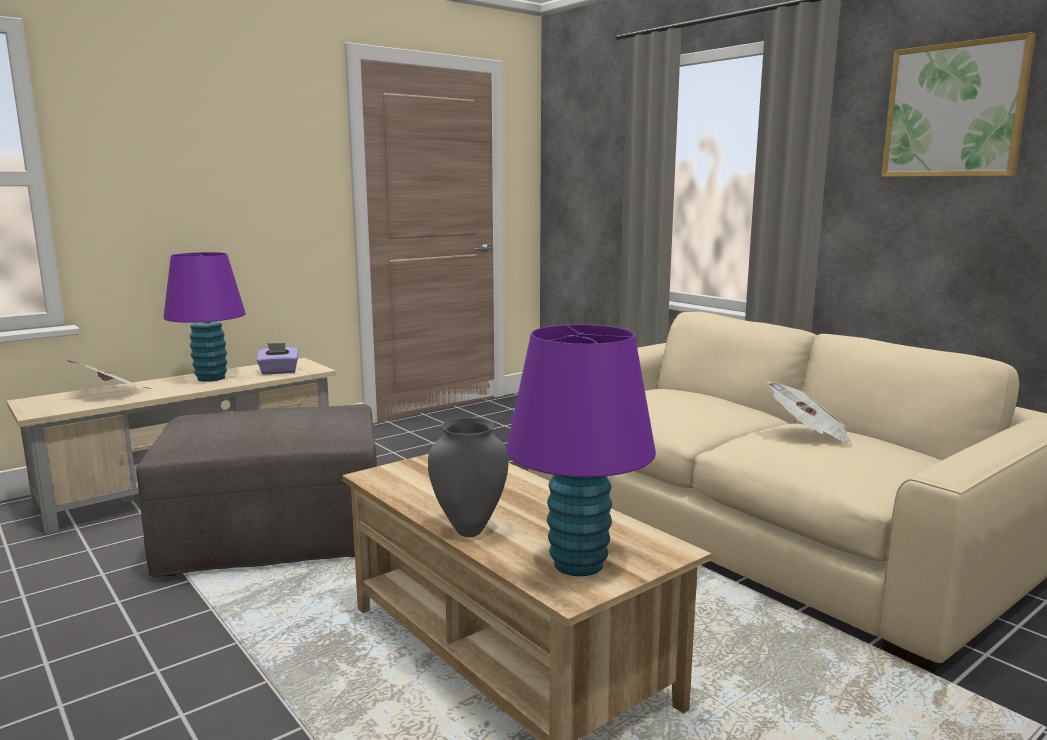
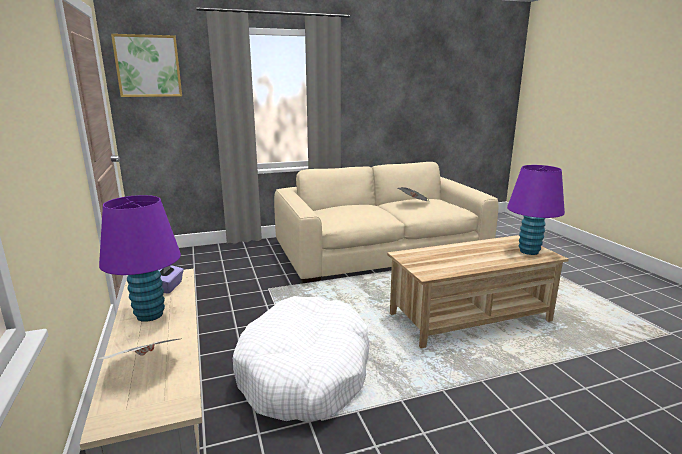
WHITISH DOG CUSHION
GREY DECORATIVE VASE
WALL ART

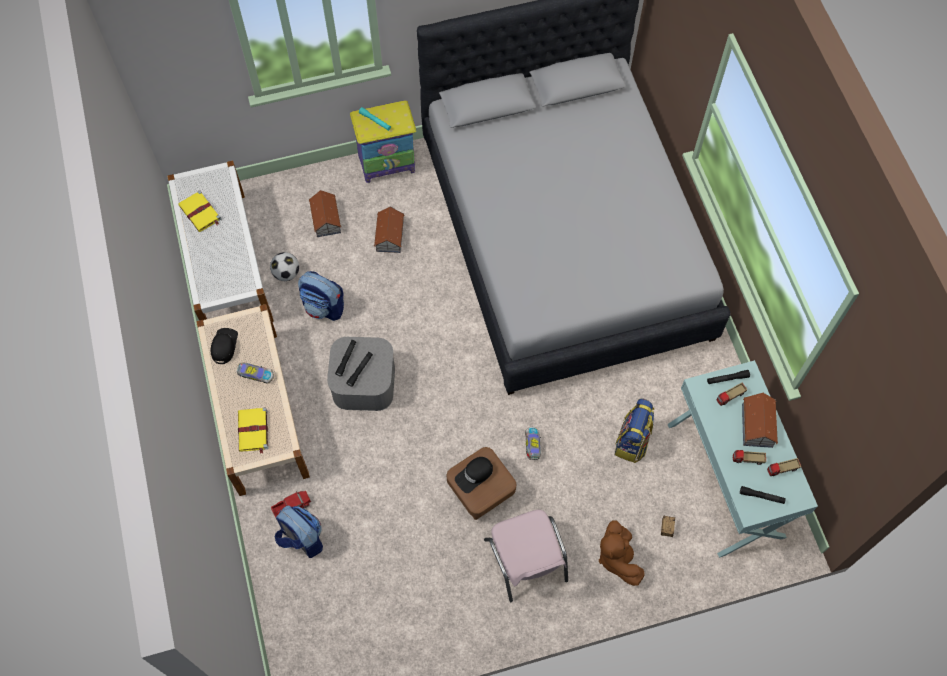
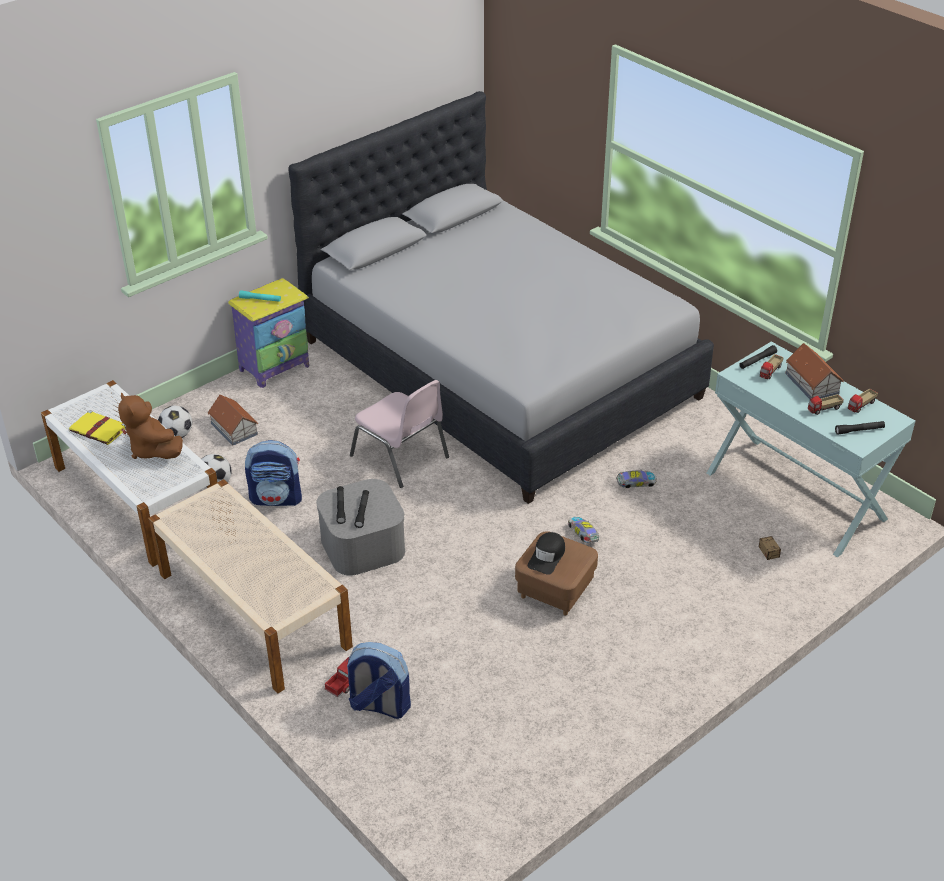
BLACK-COLOURED BASEBALL CAP (no. 1 from left in the first image)
TOY CAR (no. 2 from left)
YELLOWISH BOOK (no. 2 from left in the first image)
MODEL HOUSE (no. 2 from left in the first image)
PINKISH CHAIR
BROWN-COLOURED CUDDLY TOY
KNAPSACK (no. 3 from left in the first image)
FOOTBALL (no. 1 from left)

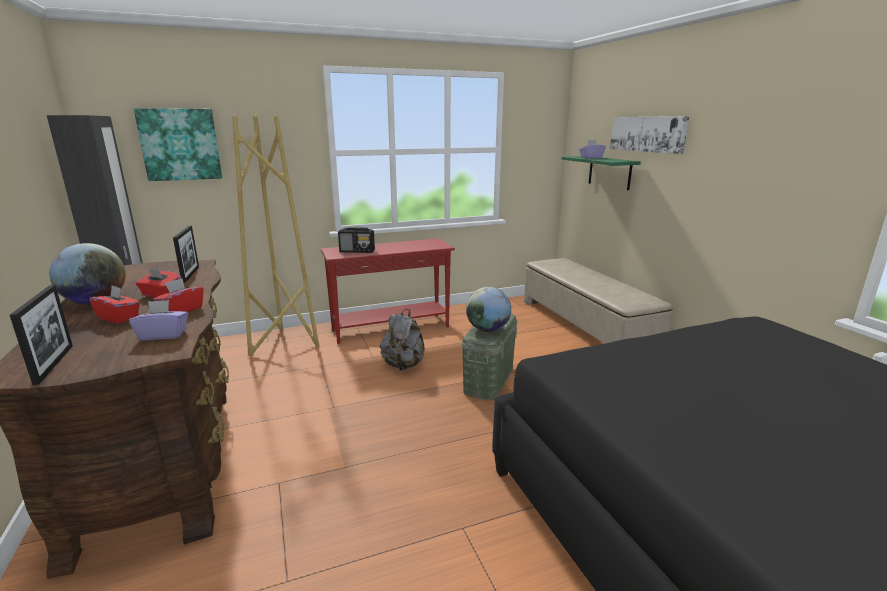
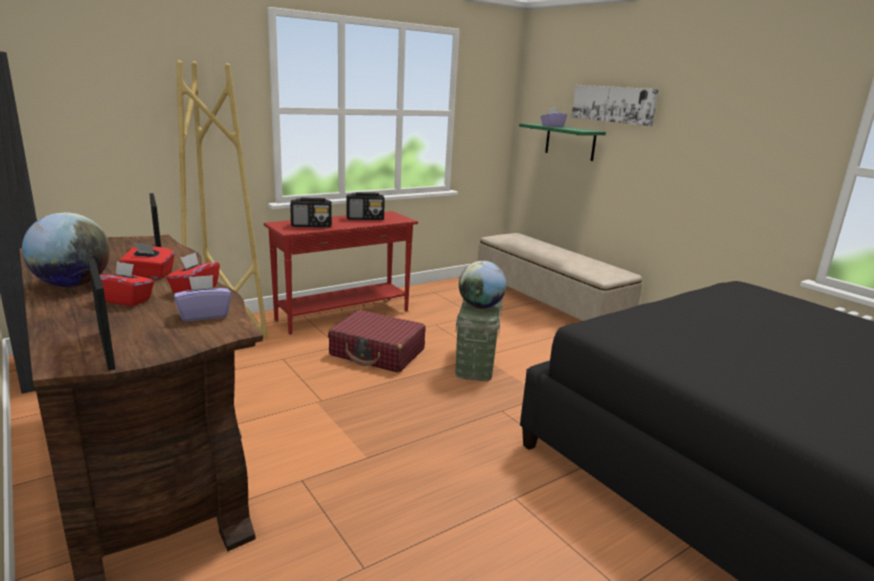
WALL ART (no. 1 from left in the first image)
REDDISH PIECE OF LUGGAGE
RADIO SET (no. 2 from left)

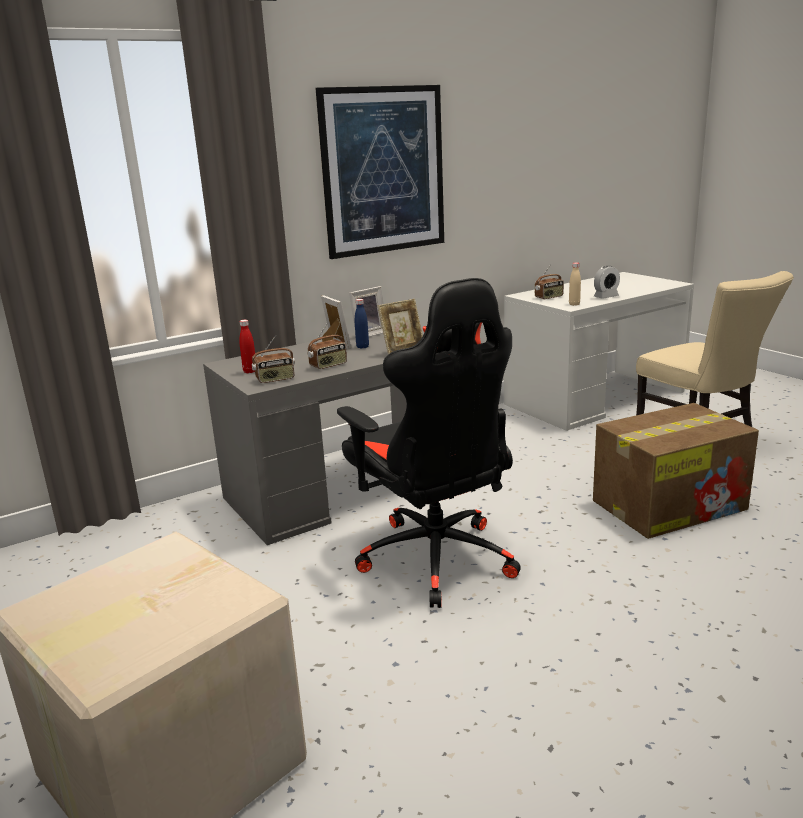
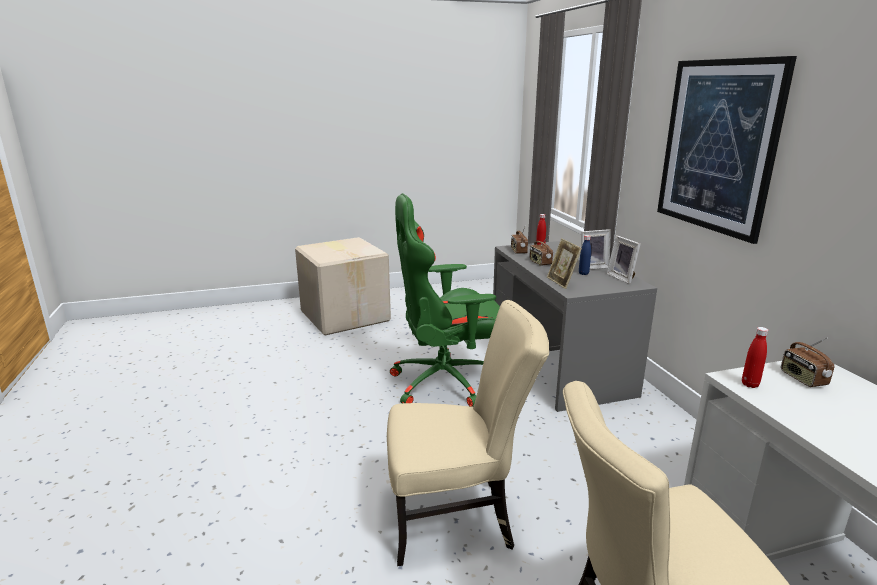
GREEN COMPUTER CHAIR
REDDISH BOTTLE (no. 2 from left)
BEIGE CHAIR (no. 1 from left)
BEDSIDE CLOCK

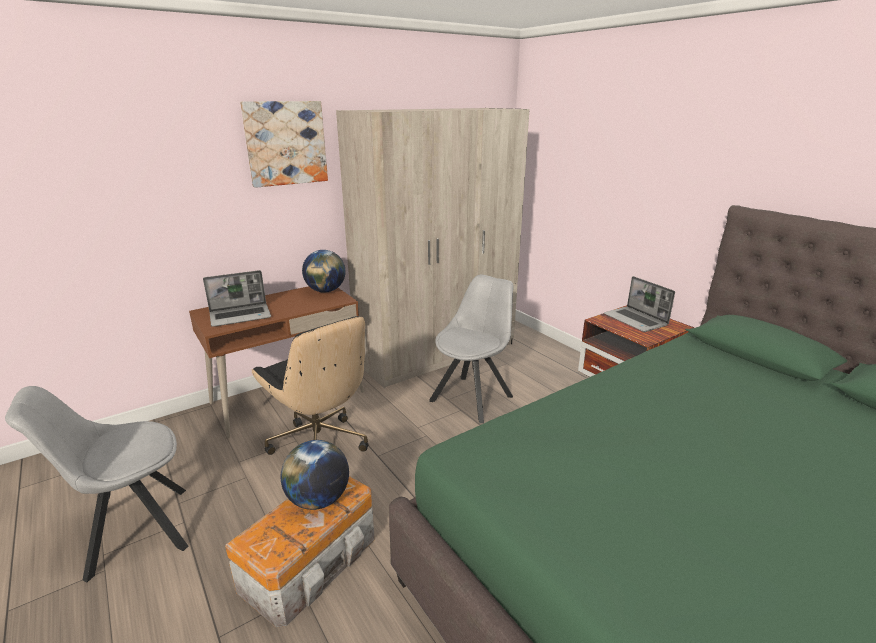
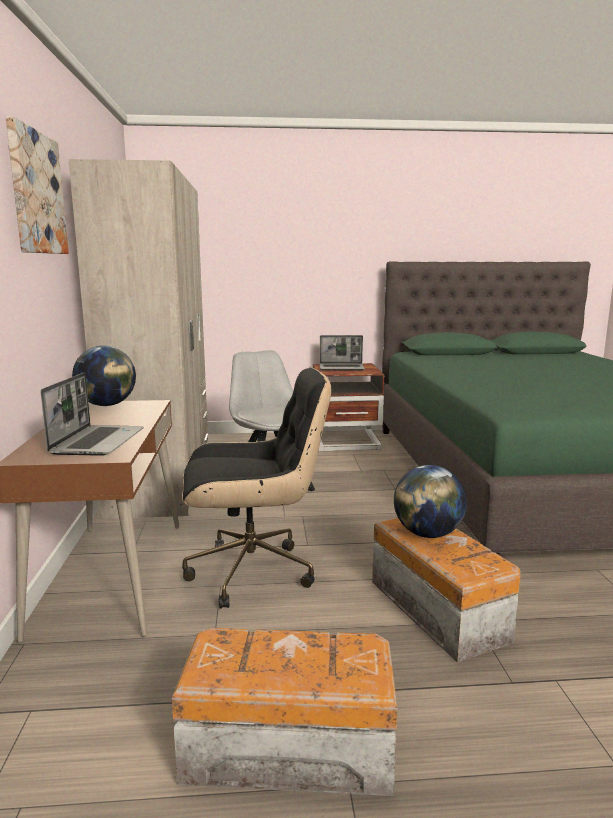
STORAGE BOX (no. 1 from left)

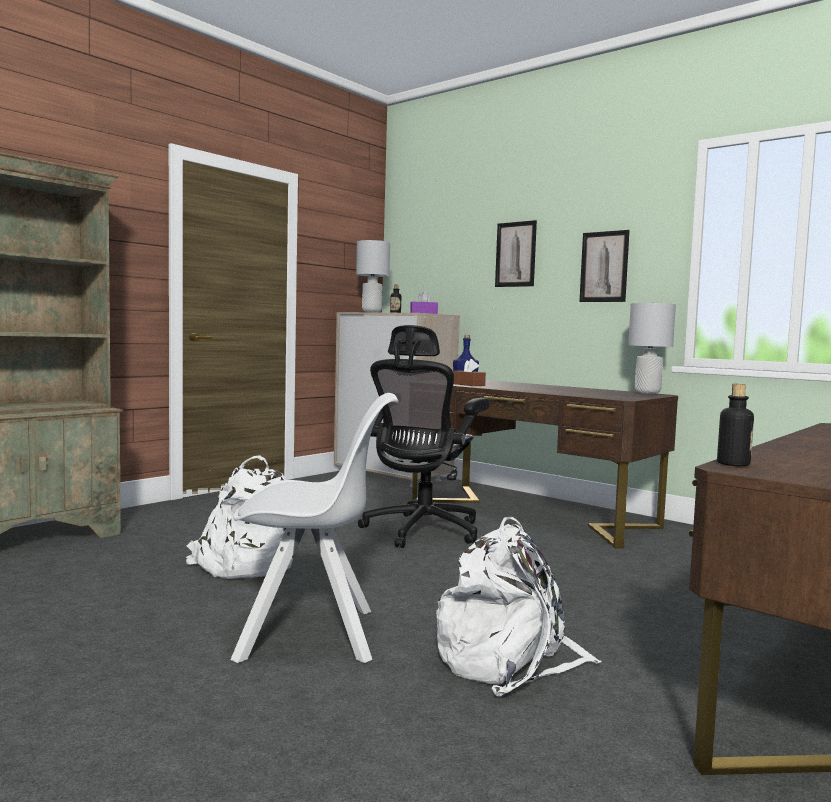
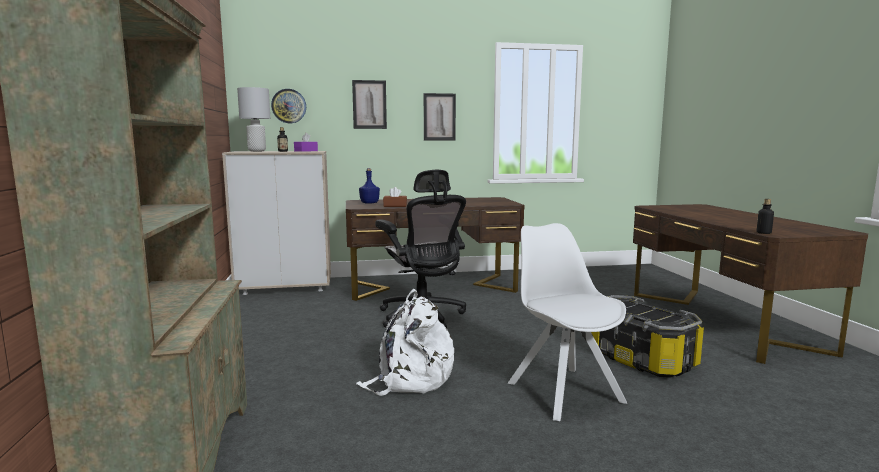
WHITISH CHAIR
STORAGE BOX
GREY LAMP FOR A TABLE (no. 2 from left in the first image)
WALL CLOCK

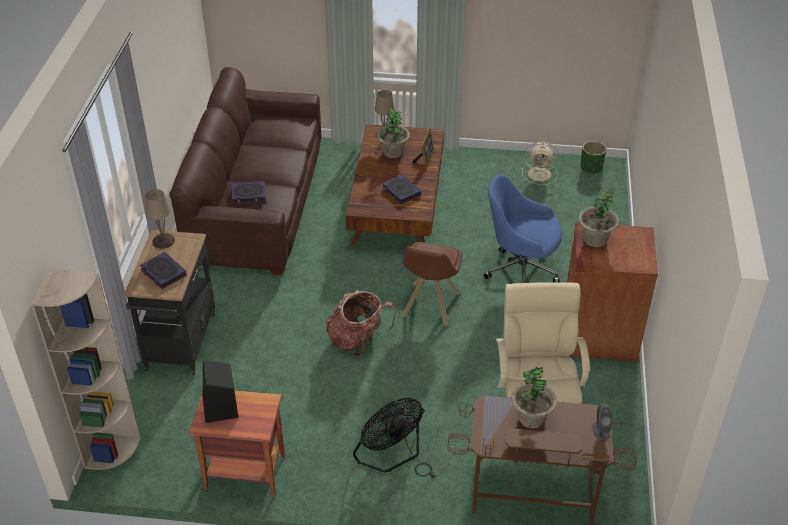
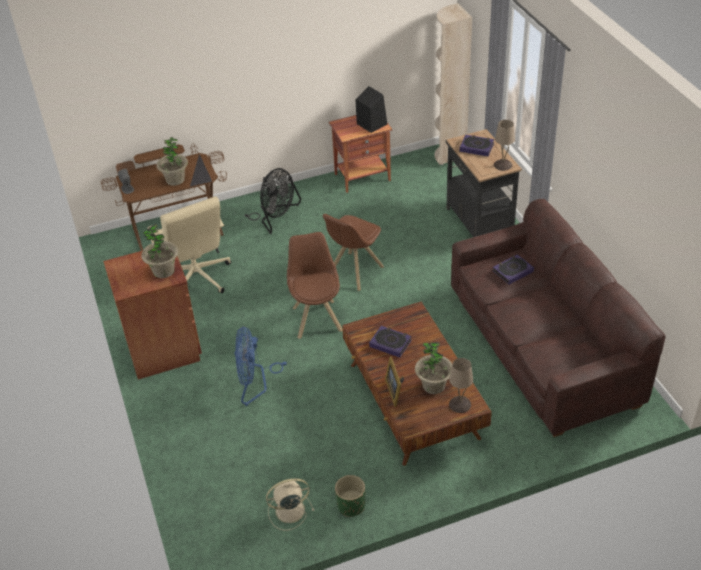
BROWN-COLOURED CHAIR (no. 2 from left)
BLUISH COOLING FAN
GREEN FLOWER POT

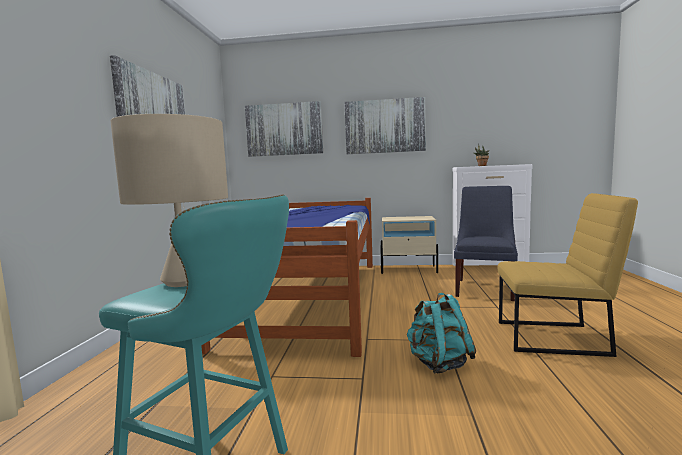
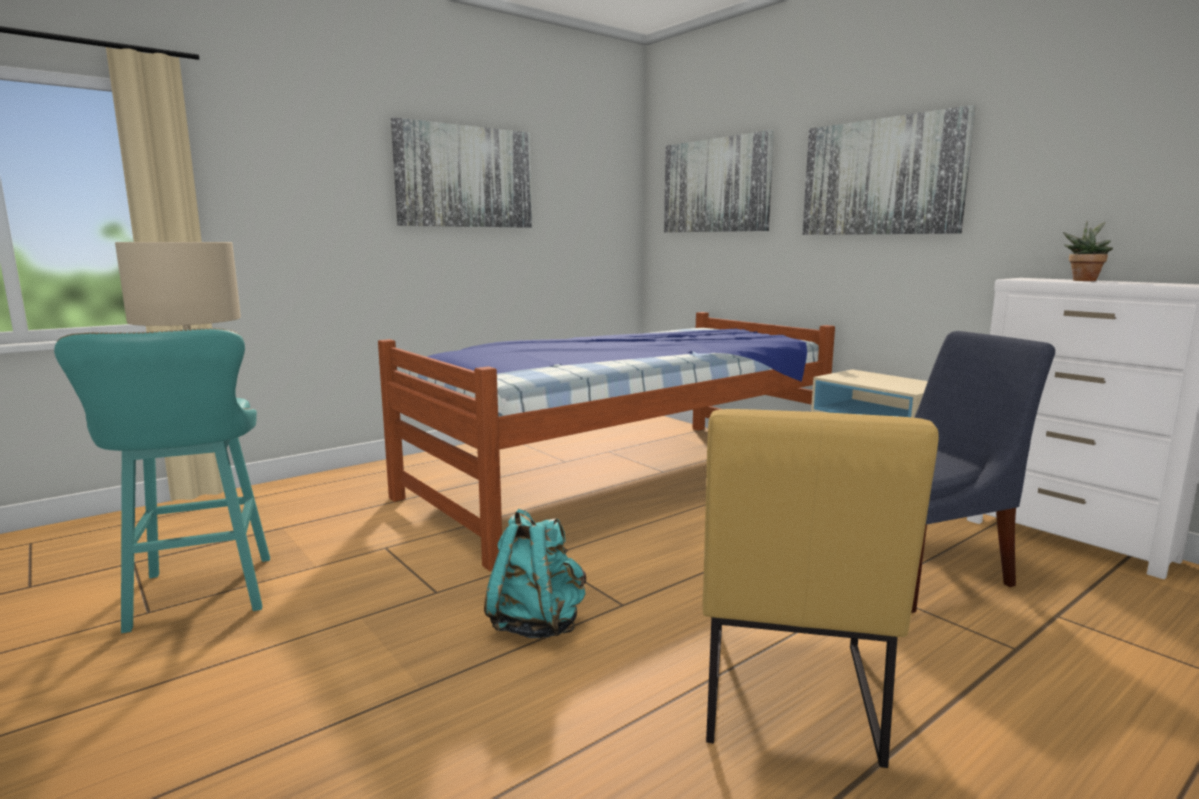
YELLOWISH CHAIR

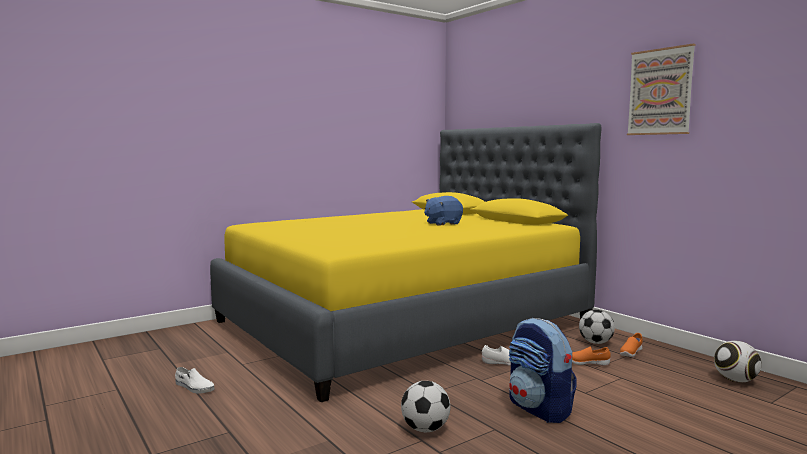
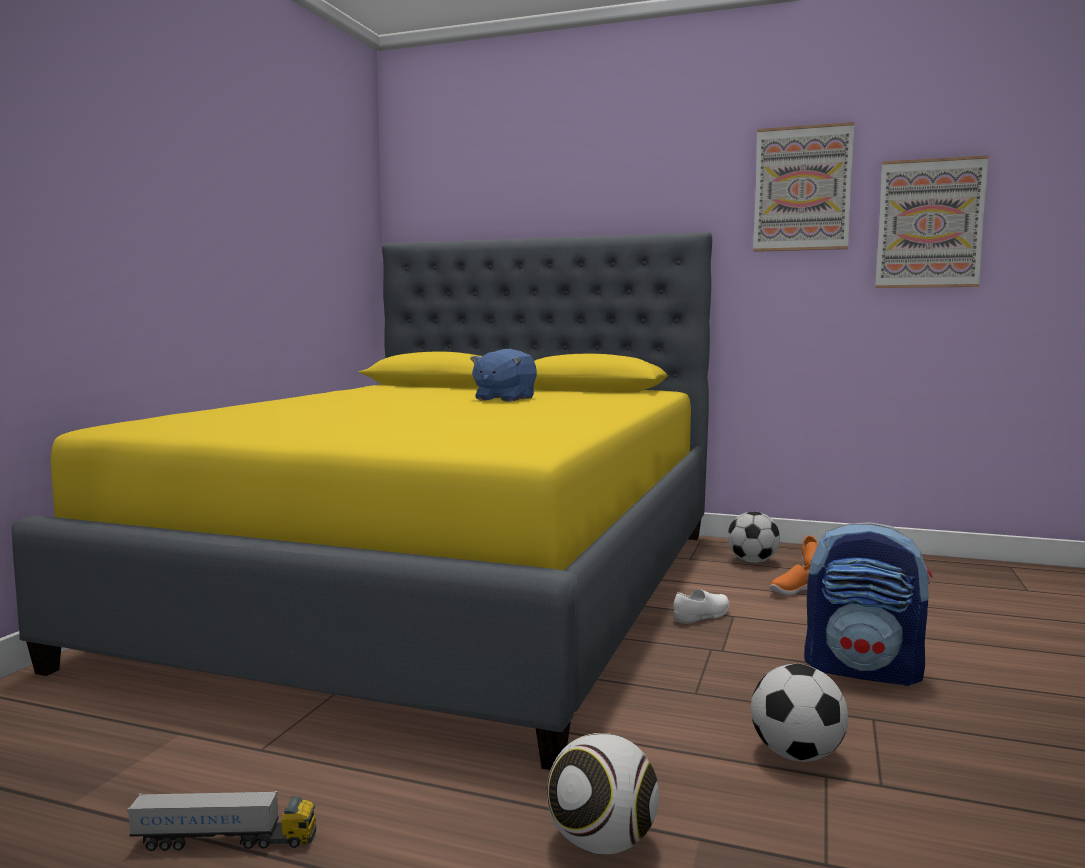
MODEL TRUCK
FOOTBALL (no. 1 from left)
WALL ART (no. 2 from left)

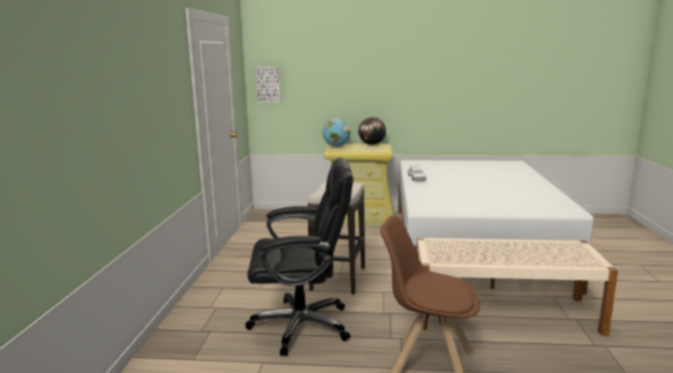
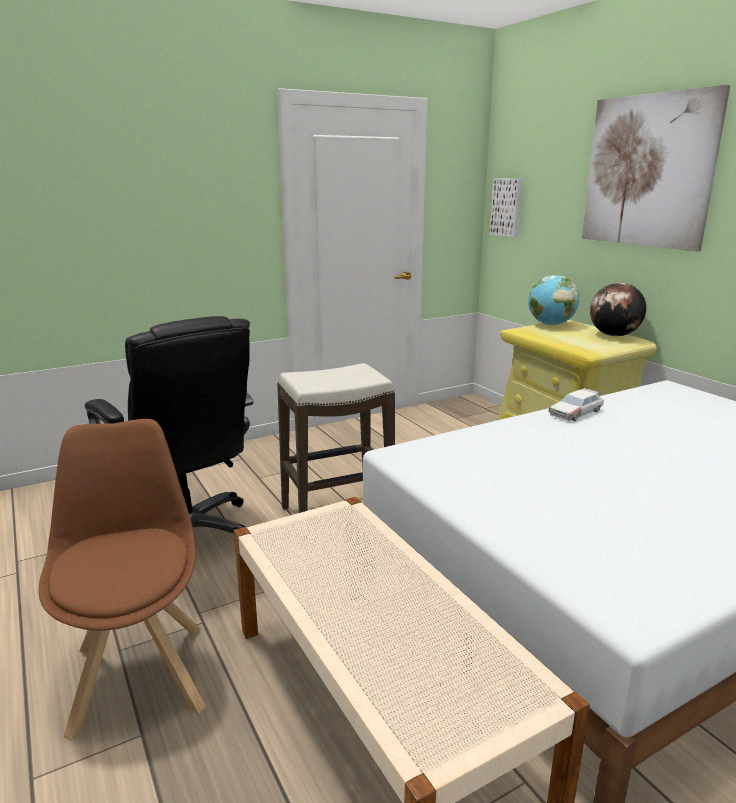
WALL ART (no. 2 from left)

